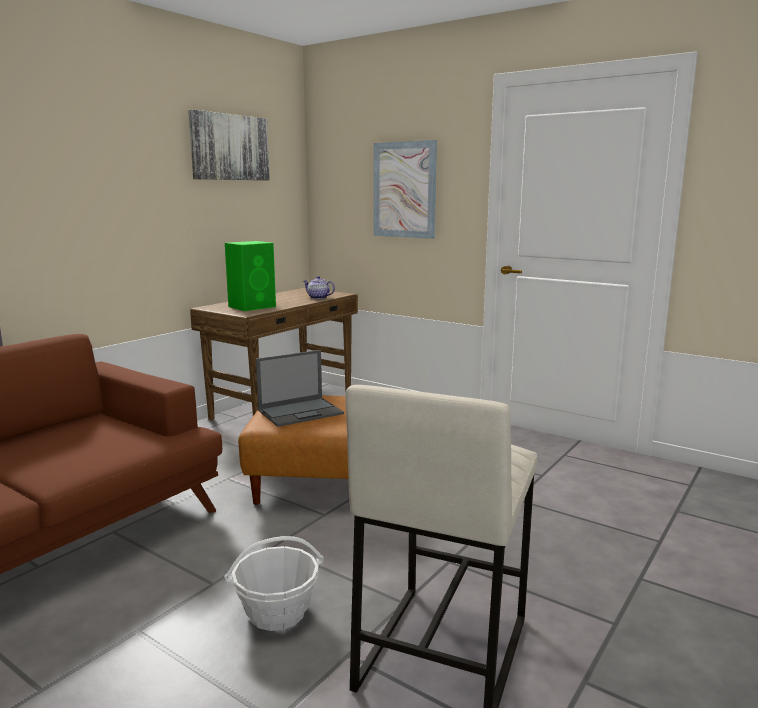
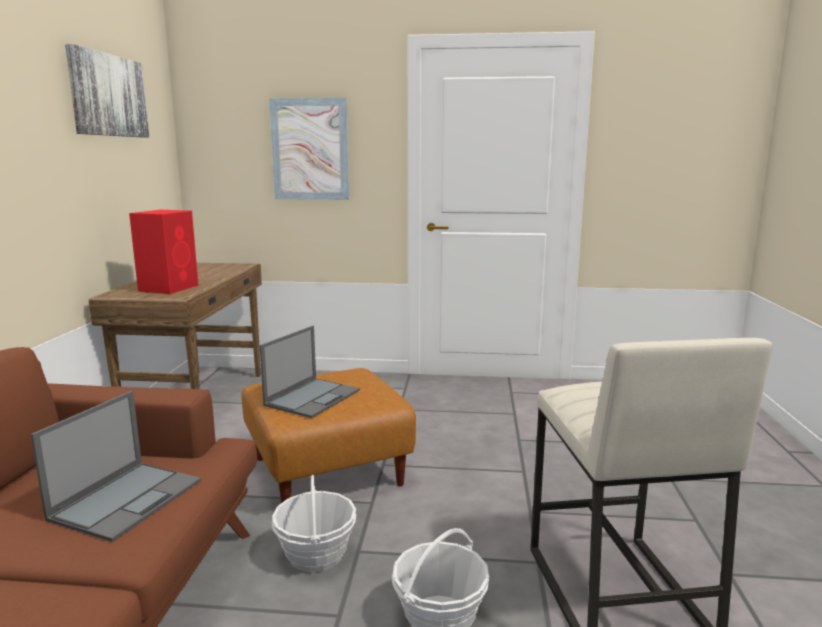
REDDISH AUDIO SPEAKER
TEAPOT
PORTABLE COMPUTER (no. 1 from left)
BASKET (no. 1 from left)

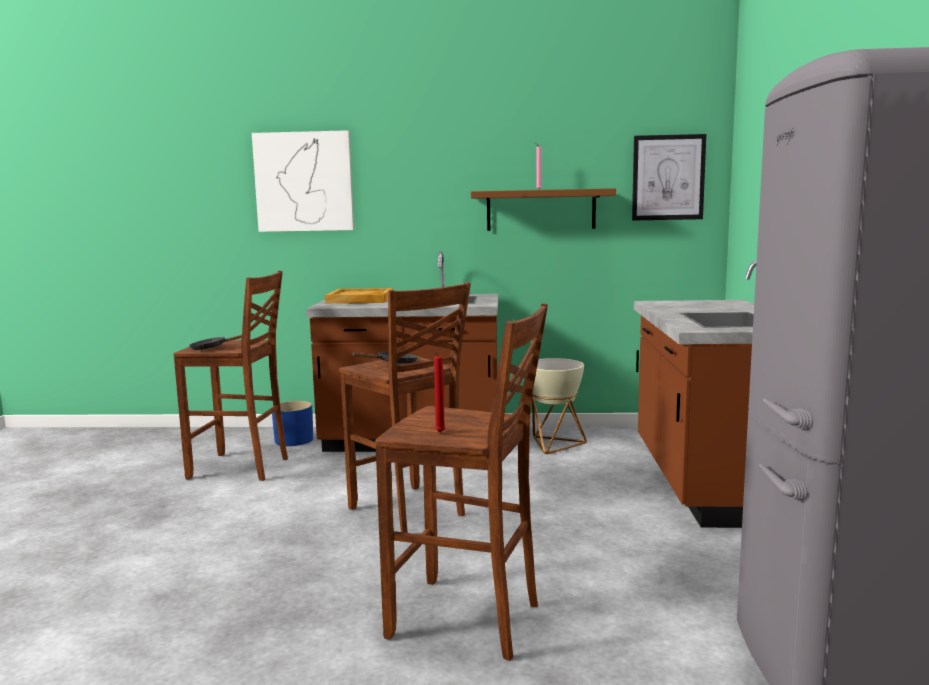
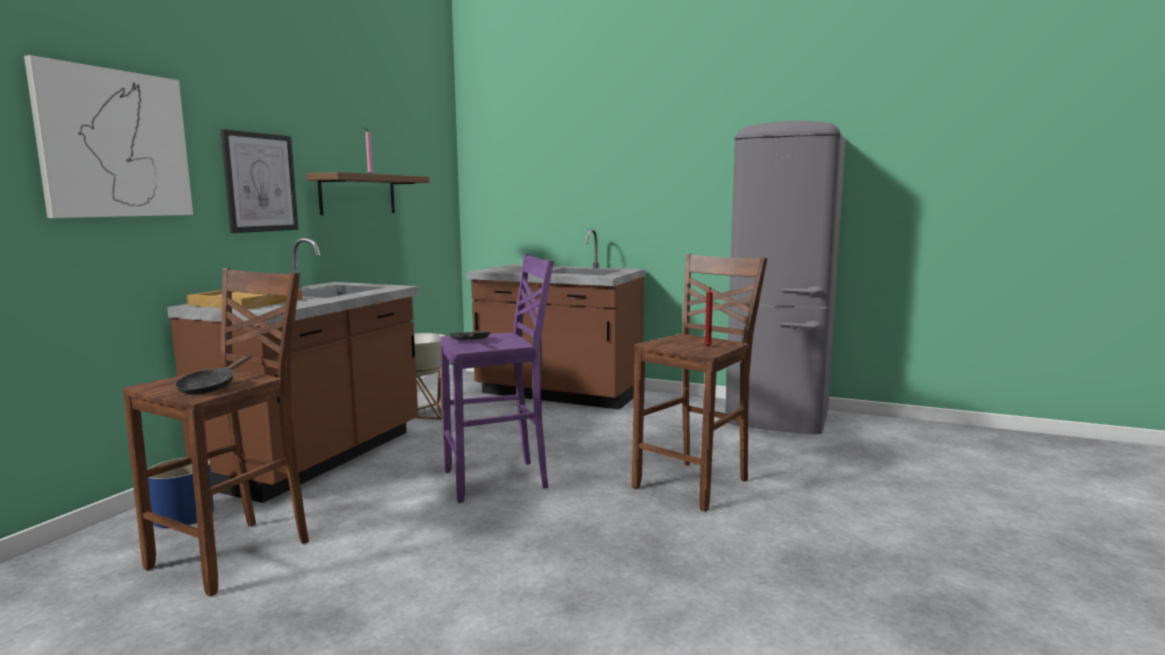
PURPLISH SITTING STOOL
WALL ART (no. 2 from left)

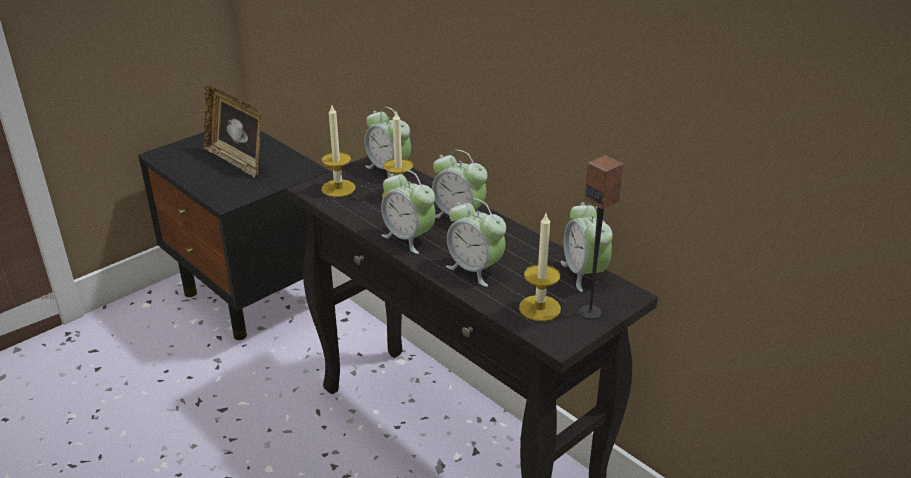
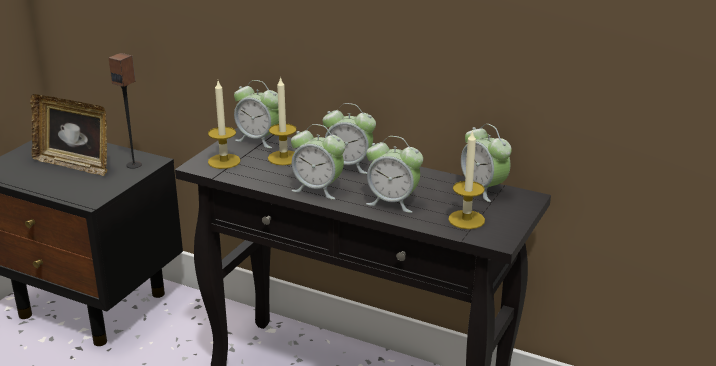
AUDIO SPEAKER

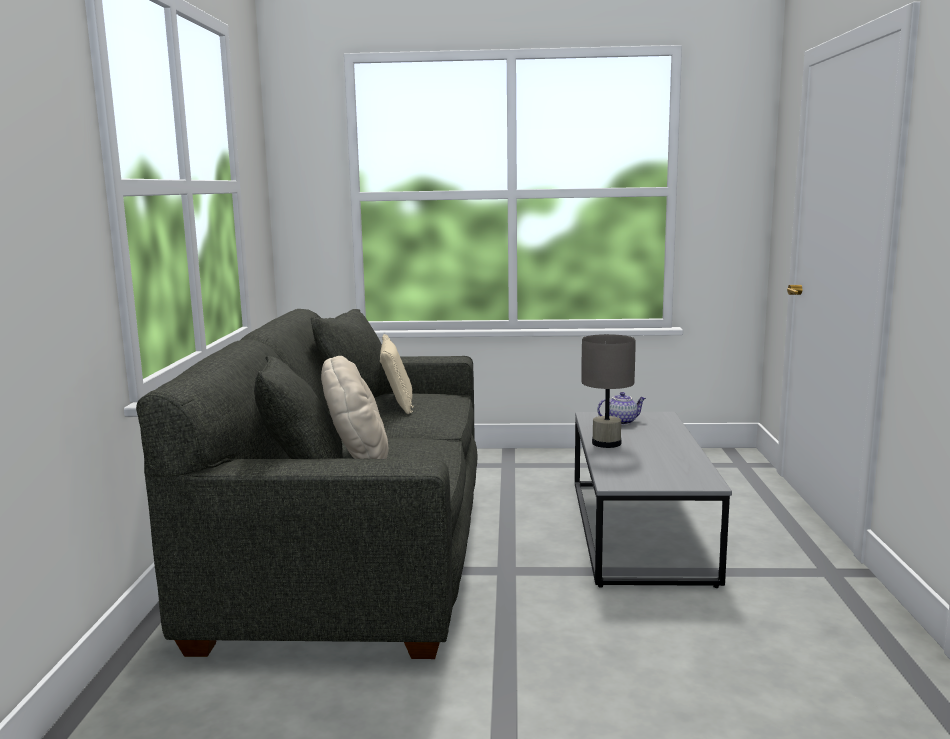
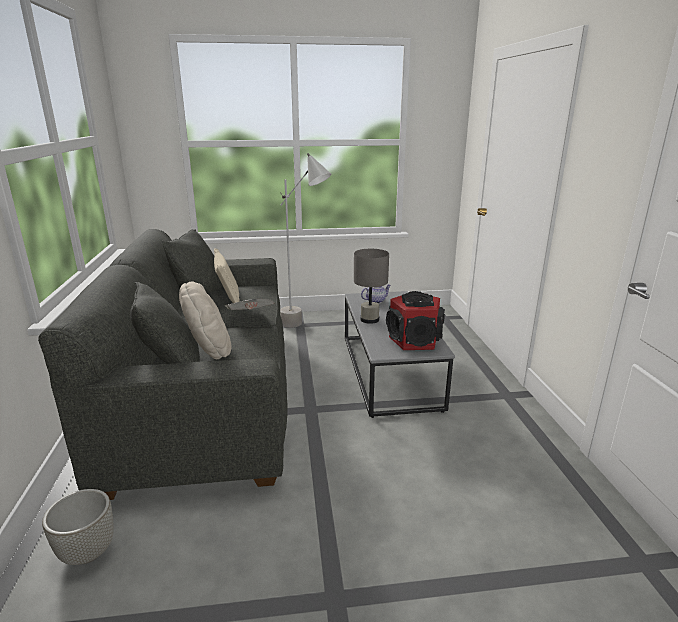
GREY FLOWER POT
PRINTED PAPER
GREY STANDARD LAMP
AUDIO SPEAKER

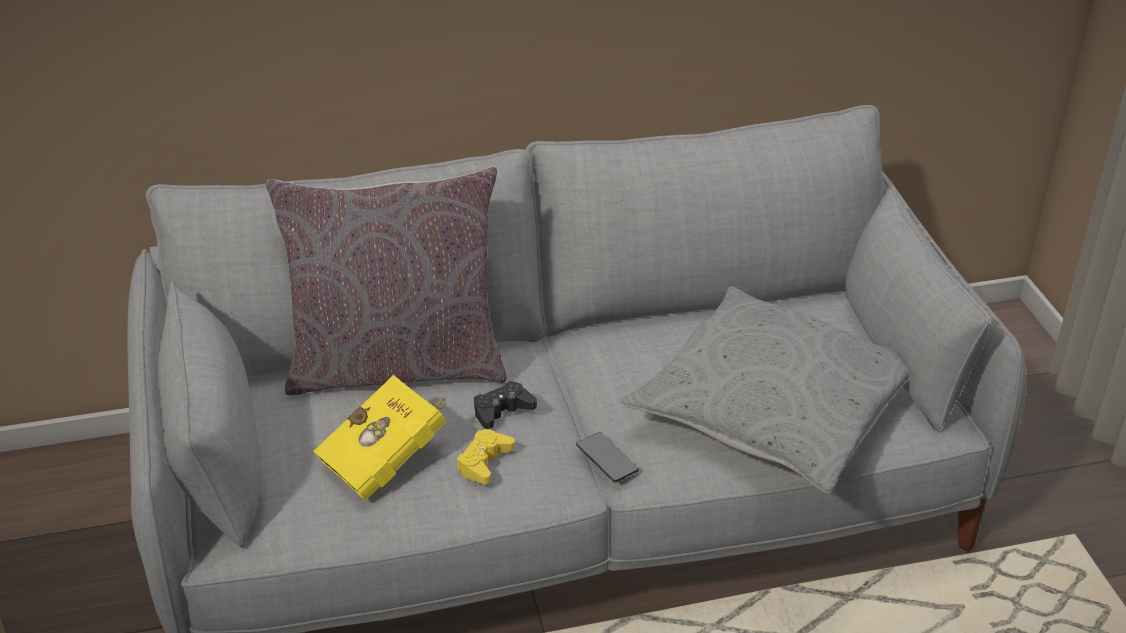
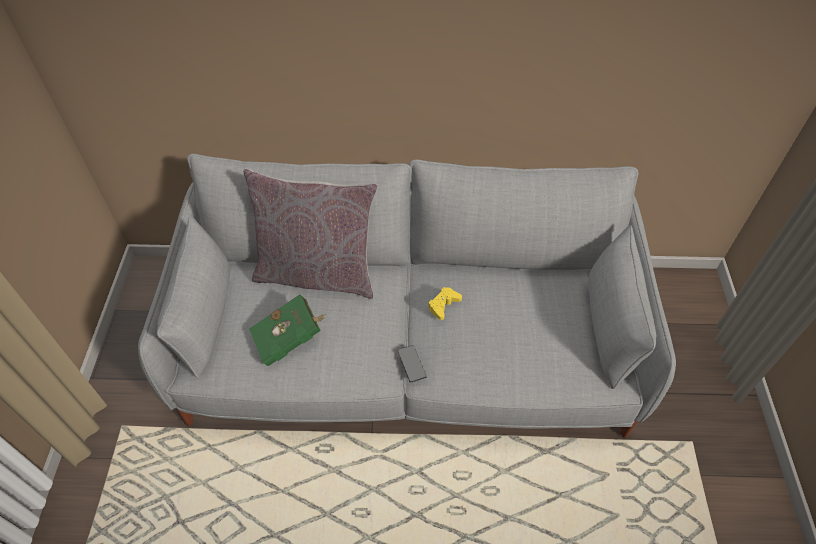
GREEN BOOK
YELLOWISH GAMEPAD
BLACK-COLOURED GAMEPAD
GREY PILLOW (no. 2 from left in the first image)

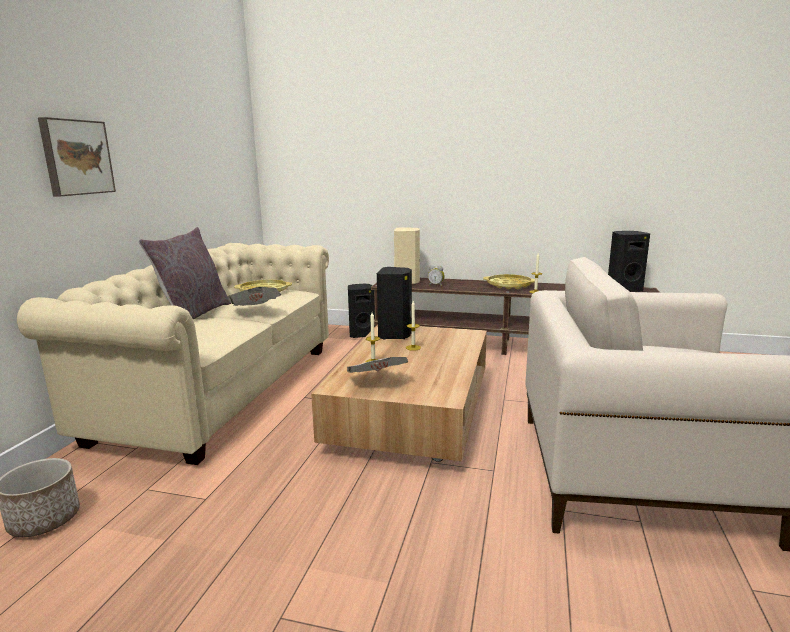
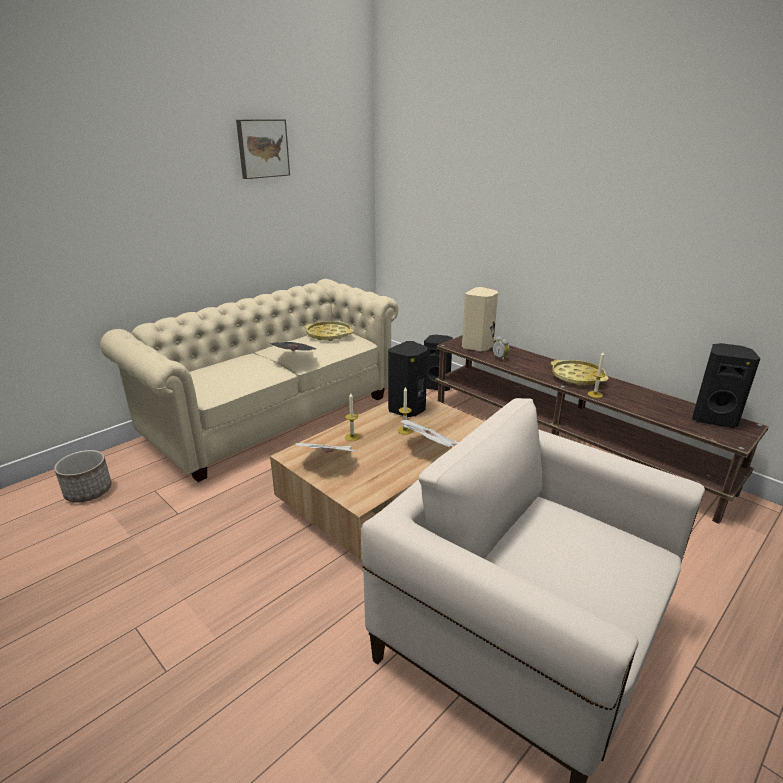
WALL ART
GREY PILLOW
PRINTED PAPER (no. 3 from left)

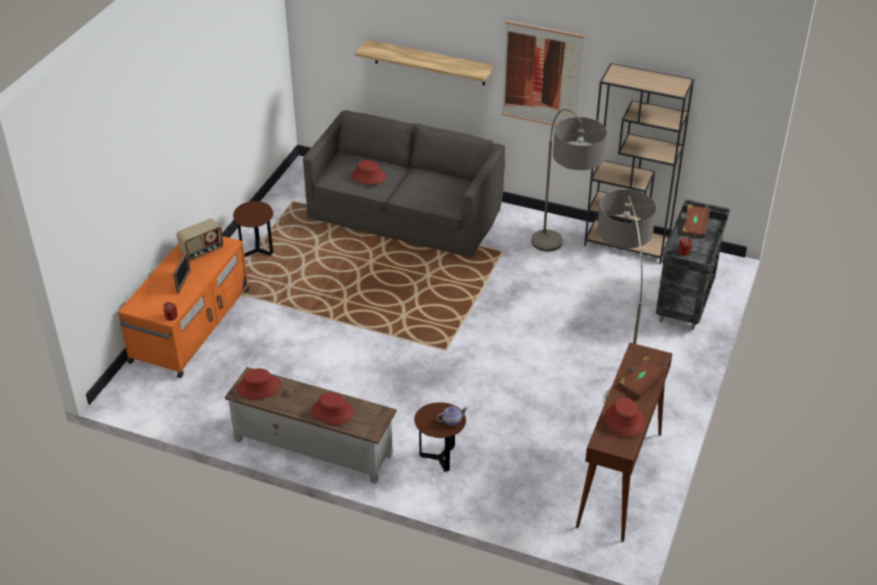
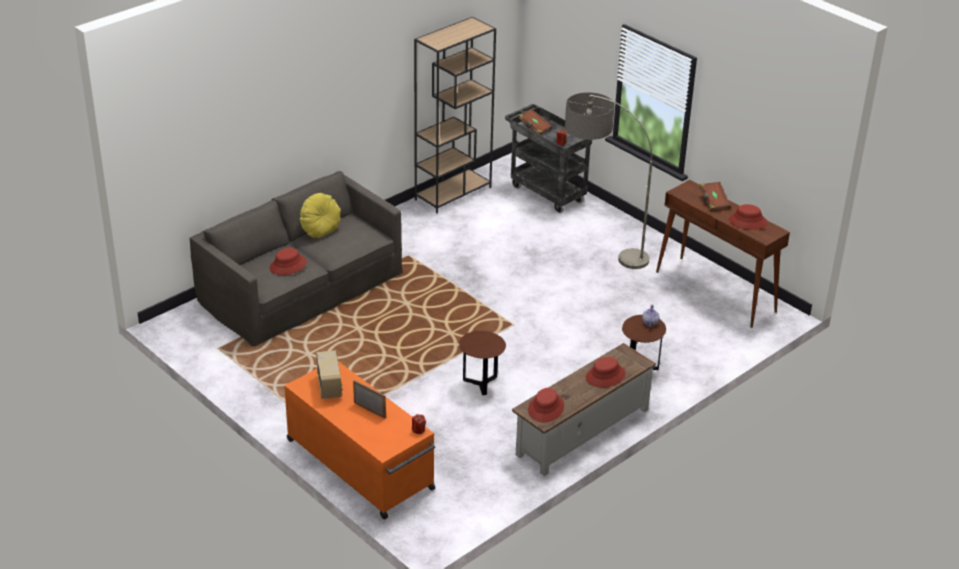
BROWN-COLOURED ACCENT TABLE (no. 1 from left)
BRACKET SHELF
WALL ART
STANDARD LAMP (no. 1 from left in the first image)
YELLOWISH PILLOW

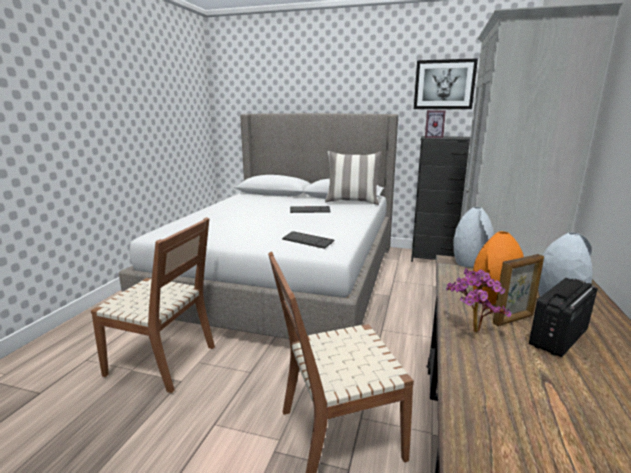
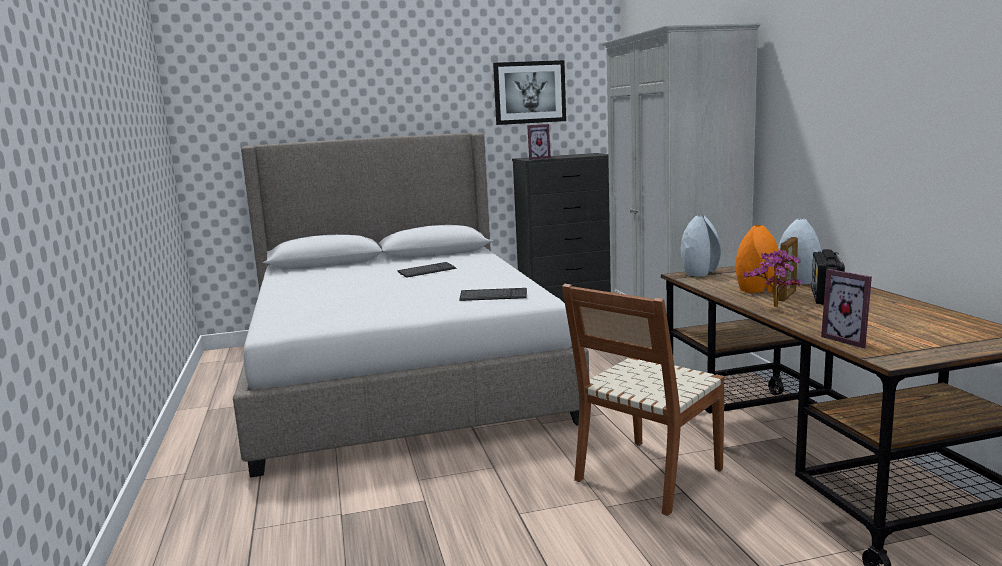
CHAIR (no. 1 from left in the first image)
PILLOW
PHOTO FRAME (no. 3 from left)

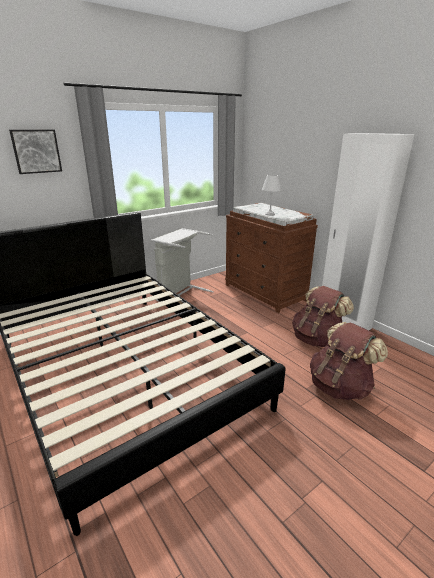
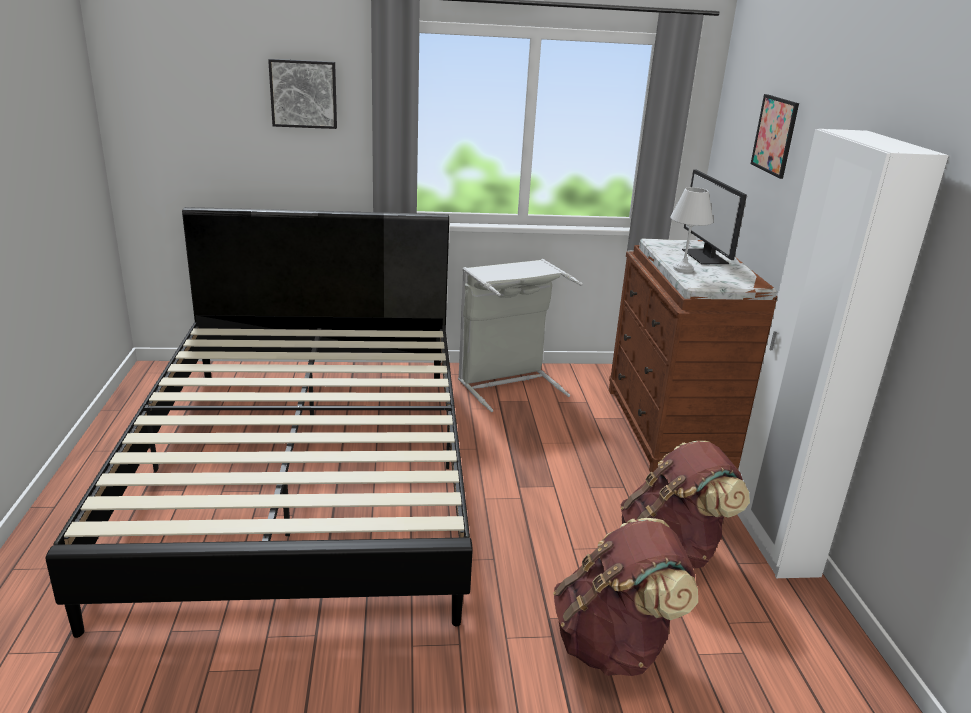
MONITOR
WALL ART (no. 2 from left)

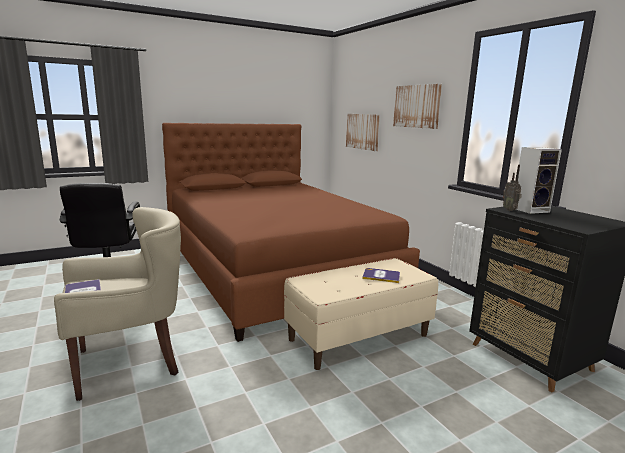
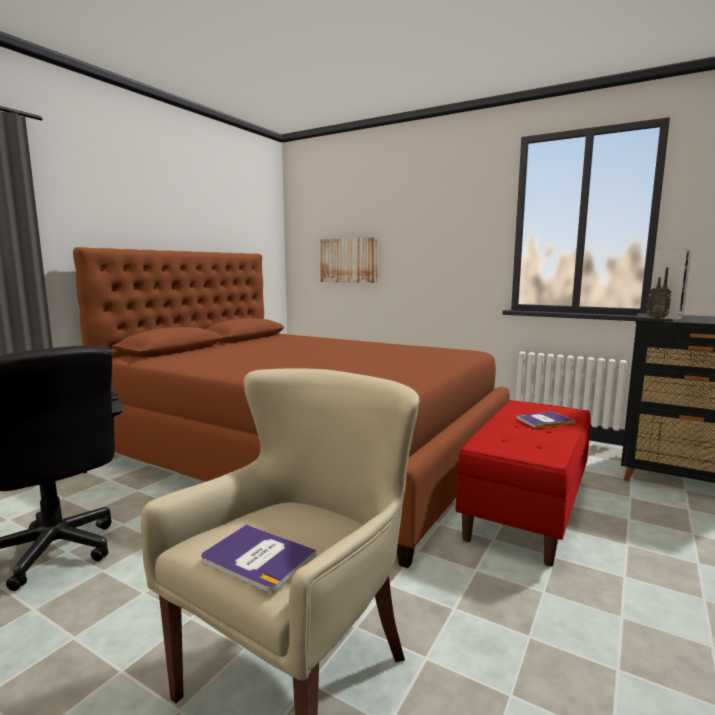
REDDISH BENCH
WALL ART (no. 2 from left in the first image)

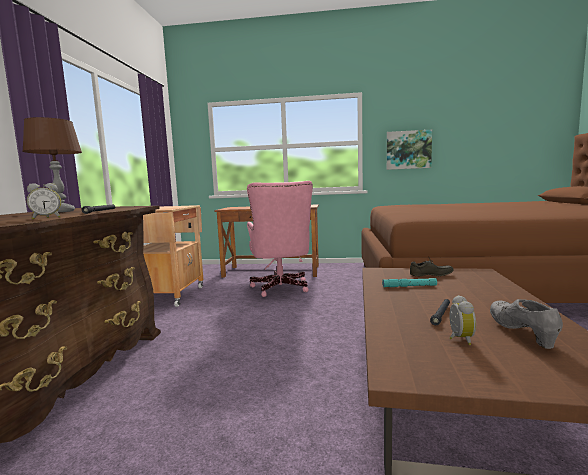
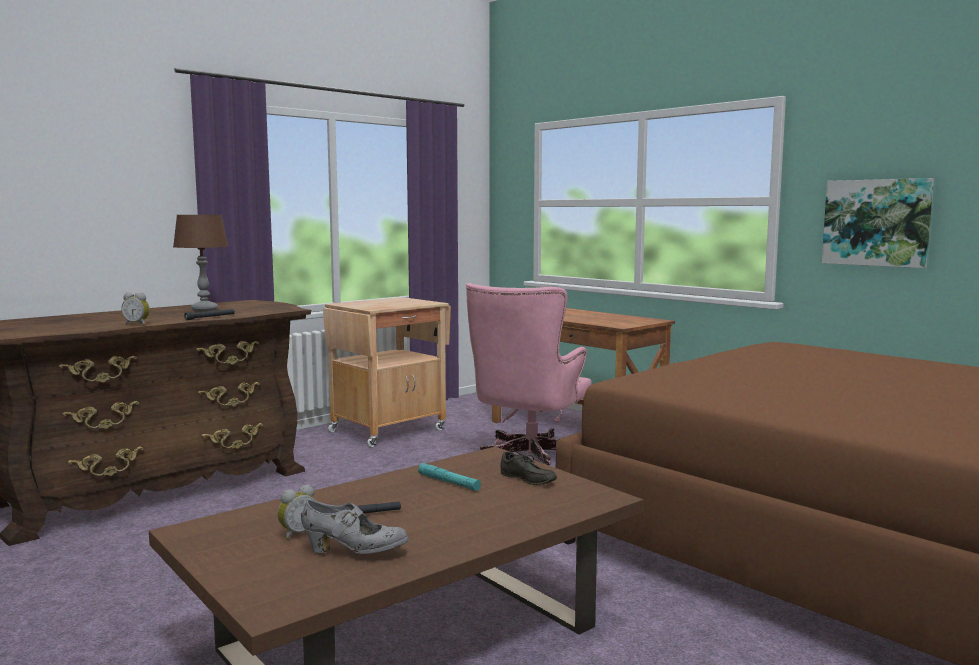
GREY LOW SHOE (no. 1 from left)

